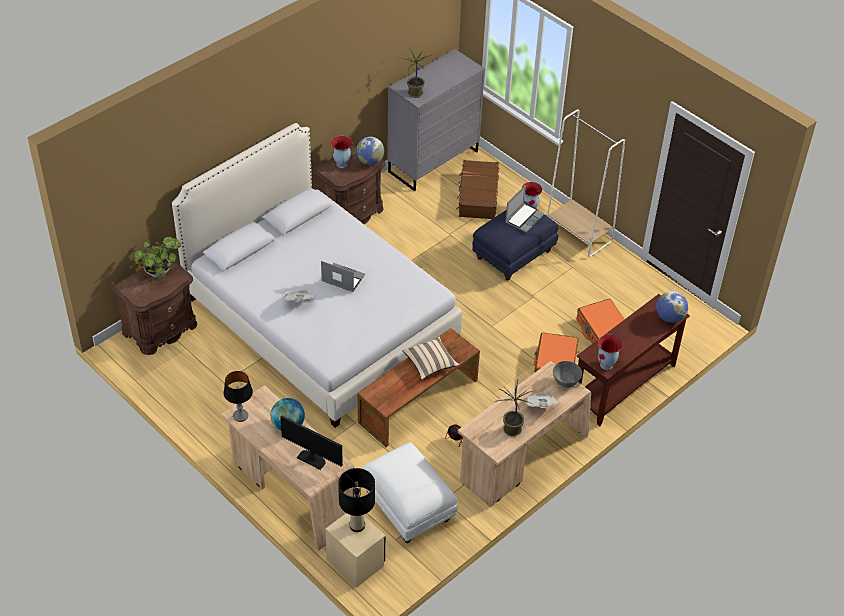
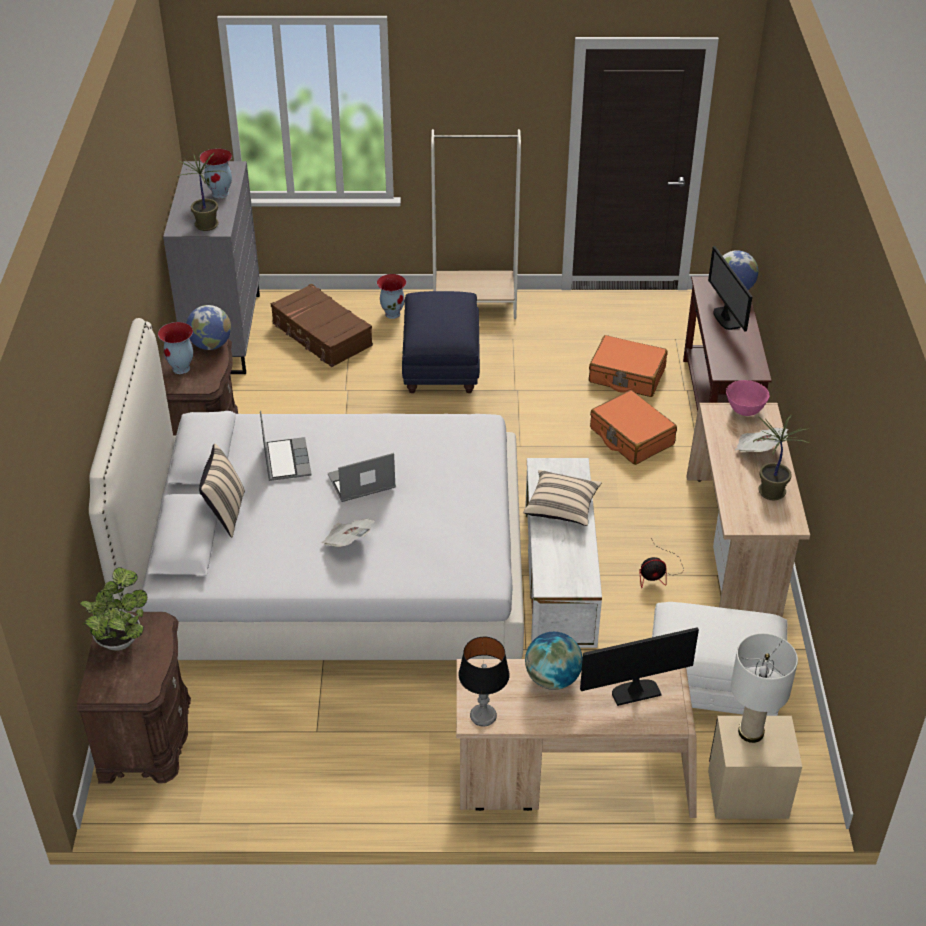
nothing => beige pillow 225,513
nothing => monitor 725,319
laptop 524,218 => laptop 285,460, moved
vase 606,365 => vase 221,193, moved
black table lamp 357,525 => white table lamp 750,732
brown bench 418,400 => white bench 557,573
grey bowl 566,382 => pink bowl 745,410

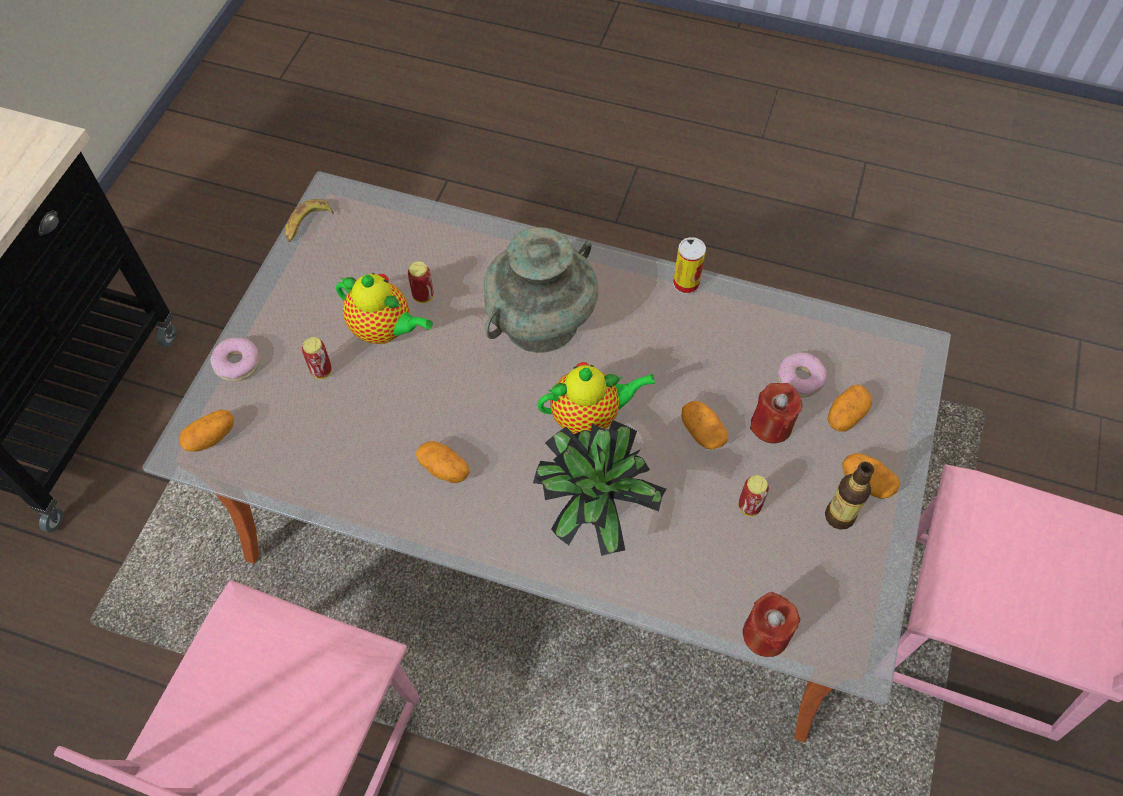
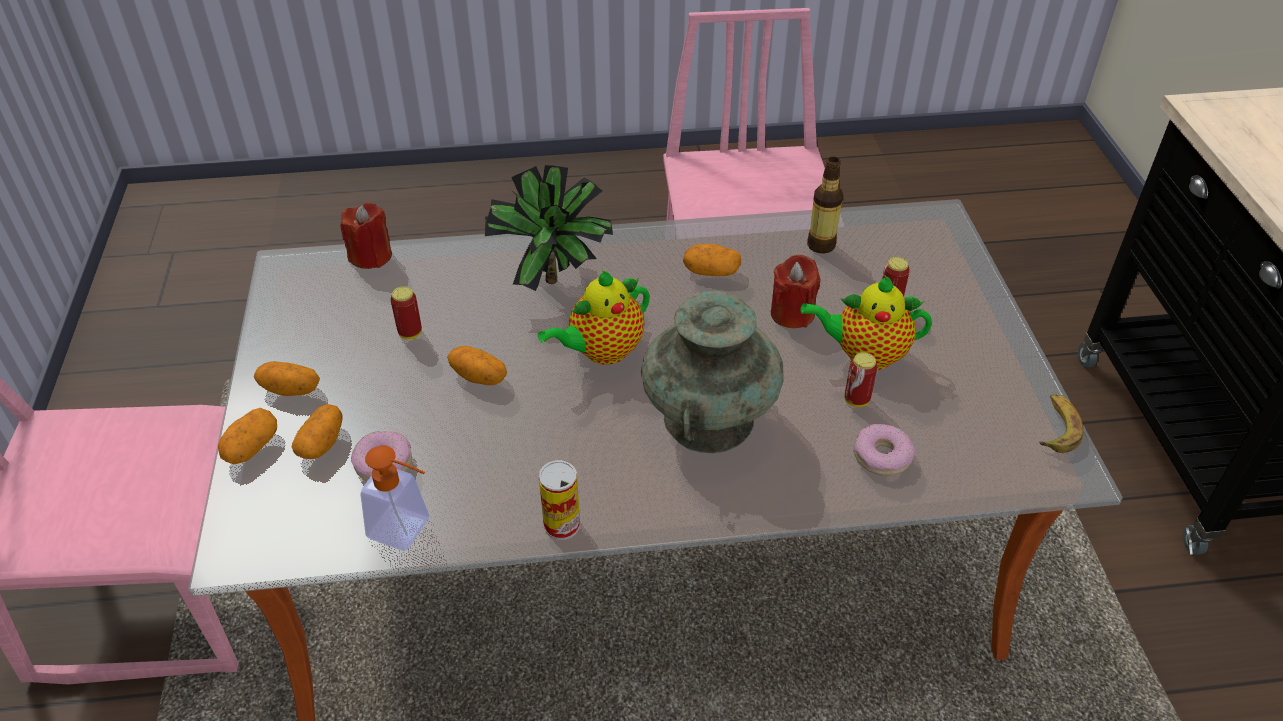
nothing => soap dispenser 408,532
potato 211,437 => potato 251,447, moved
donut 237,363 => donut 882,456, moved
red candle 771,425 => red candle 792,313, moved
bottle 839,516 => bottle 821,245, moved

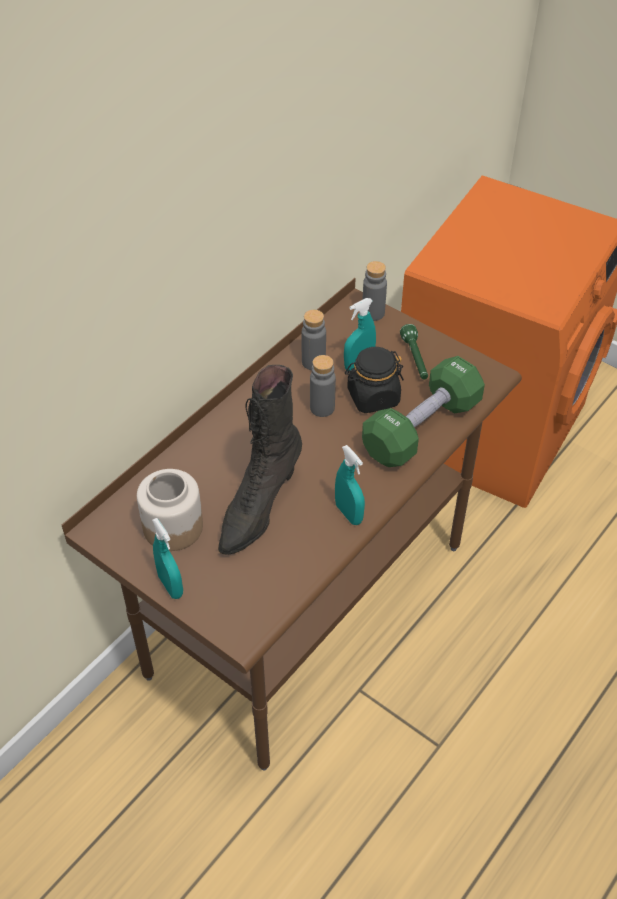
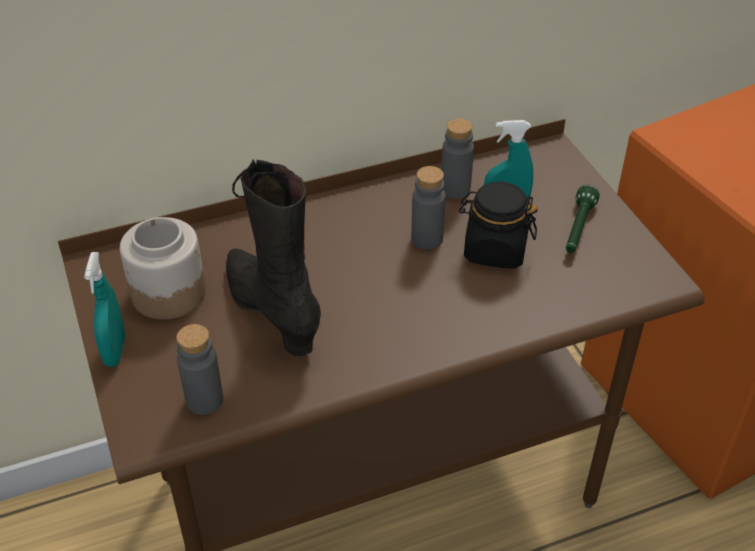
turquoise spray bottle 348,513 => nothing
green dumbbell 421,428 => nothing
grey bottle 373,313 => grey bottle 204,400, moved
black boot 258,507 => black boot 272,312, 90 degrees clockwise

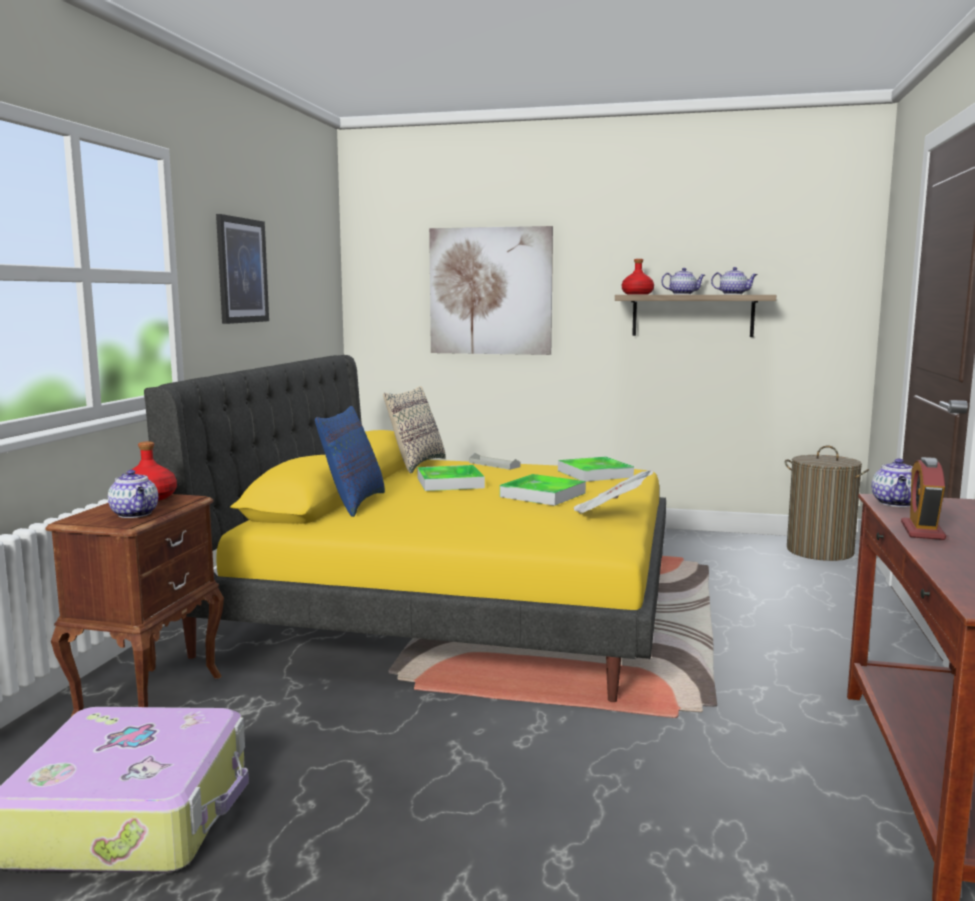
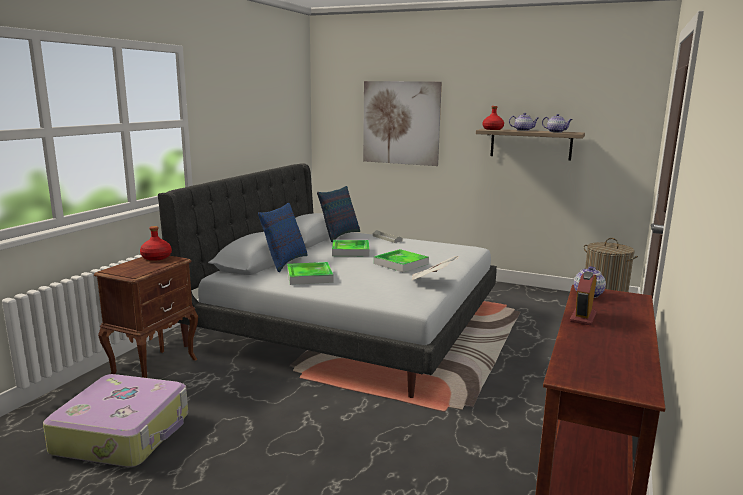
teapot 135,514 => nothing
picture 242,270 => nothing
tray 595,474 => tray 309,277, moved
yellow bed 452,600 => grey bed 347,322
beige pillow 417,465 => blue pillow 340,236

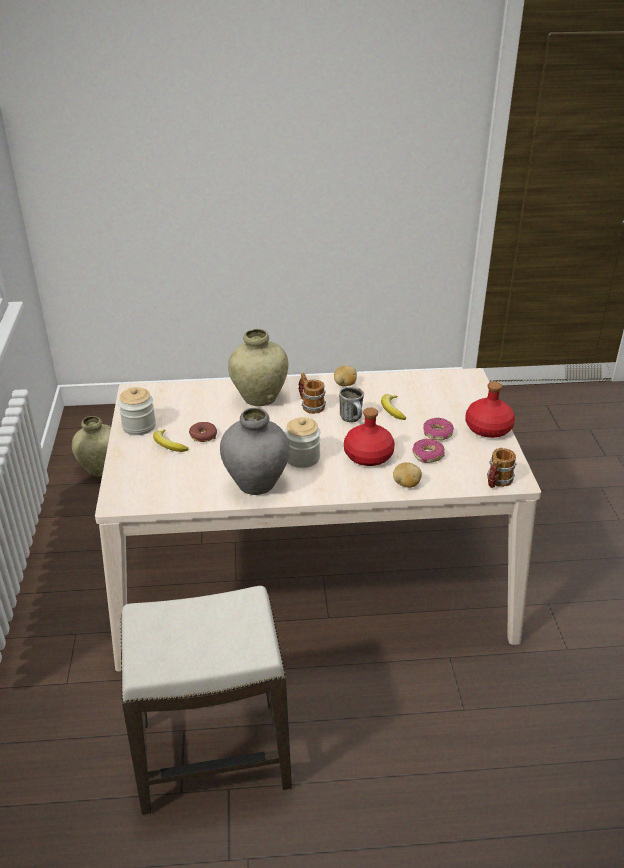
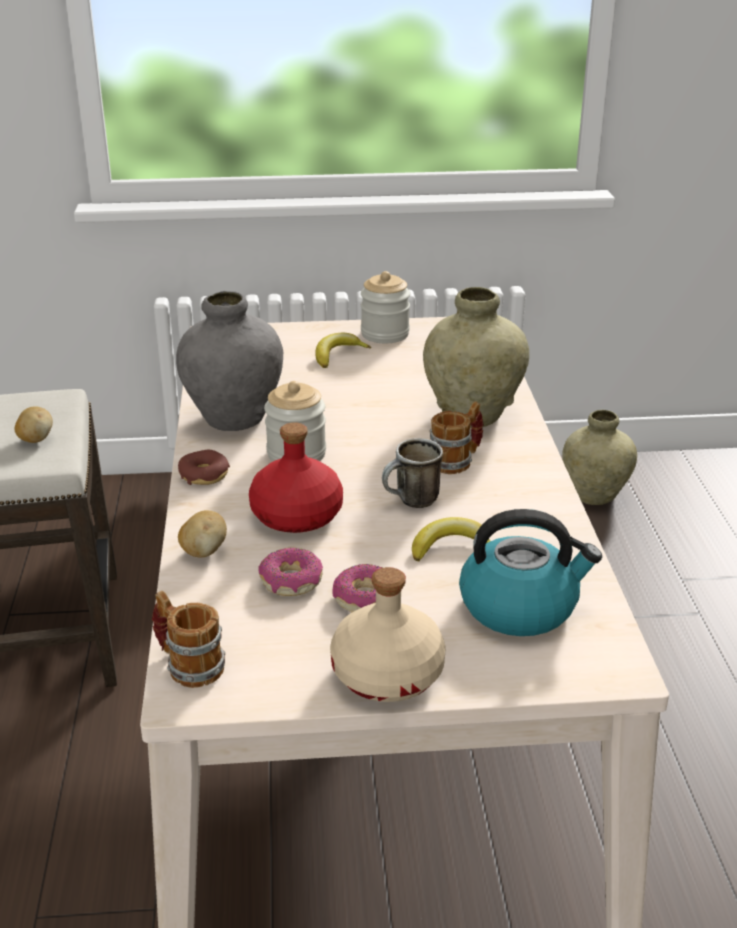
nothing => kettle 520,606
donut 203,436 => donut 204,475, moved
potato 345,384 => potato 36,439, moved
red bottle 488,428 => beige bottle 389,674

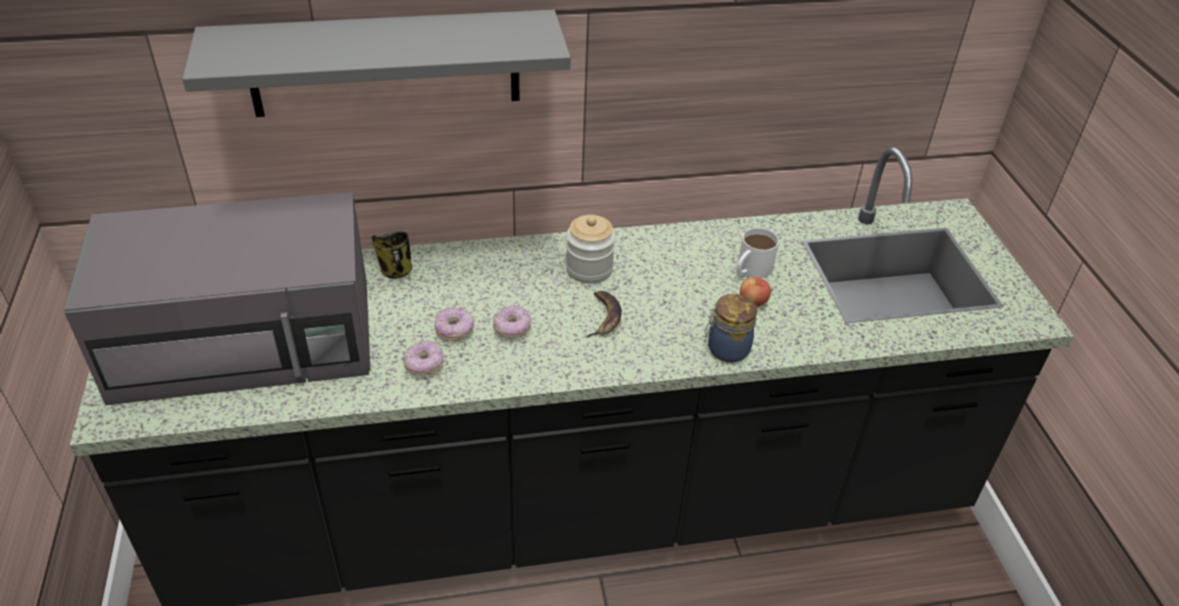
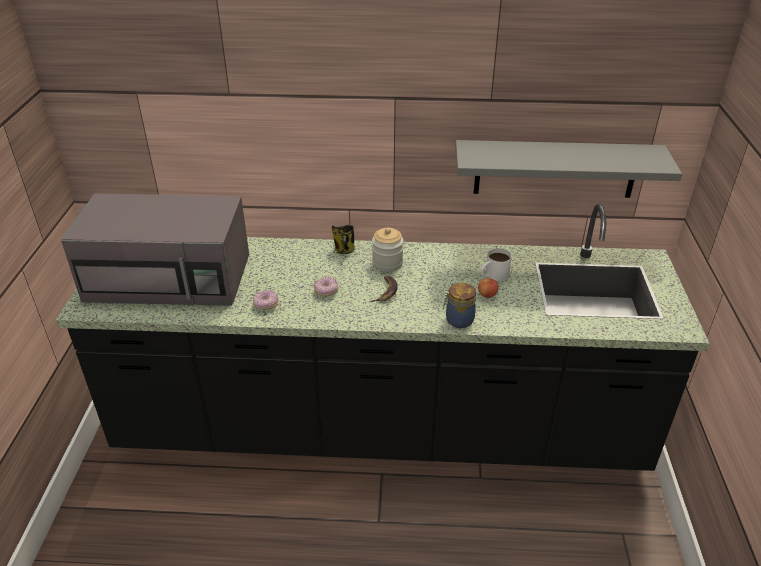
donut 454,331 => nothing
grey shelf 385,63 => grey shelf 555,169, moved
mug 397,271 => mug 344,250, moved

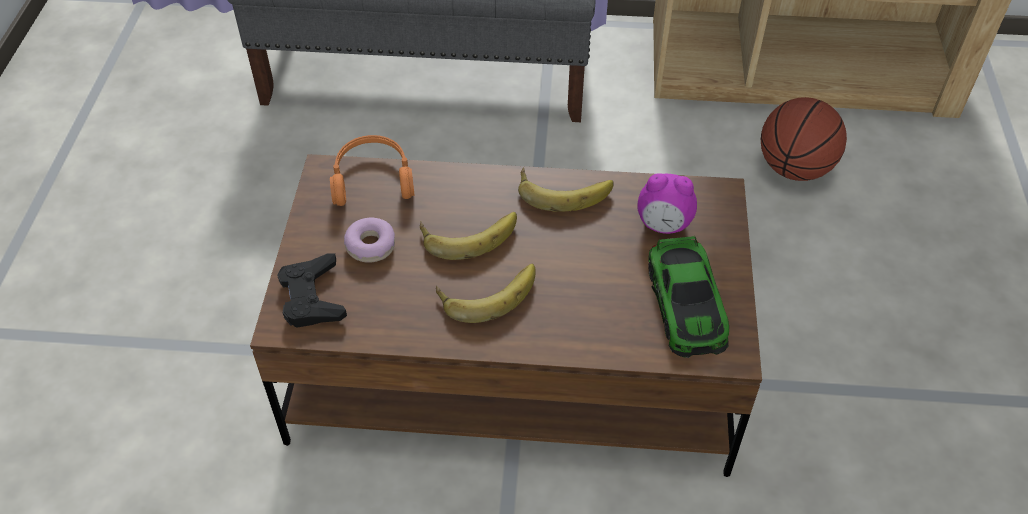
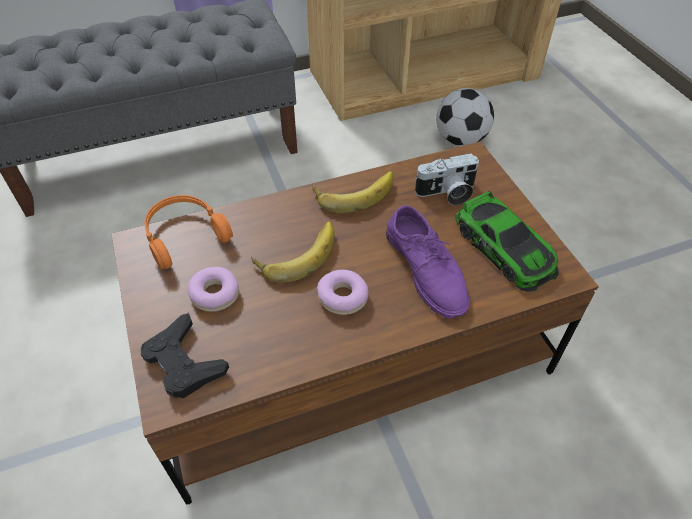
nothing => purple shoe 426,269
banana 487,292 => donut 342,297
alarm clock 663,225 => photo camera 447,193
basketball 794,168 => football 460,139

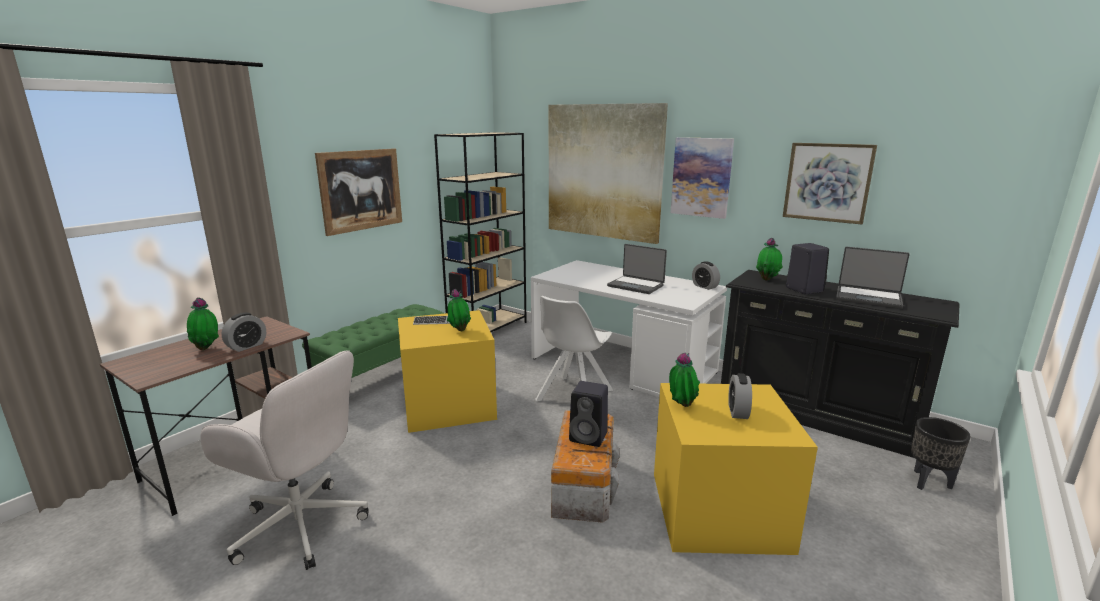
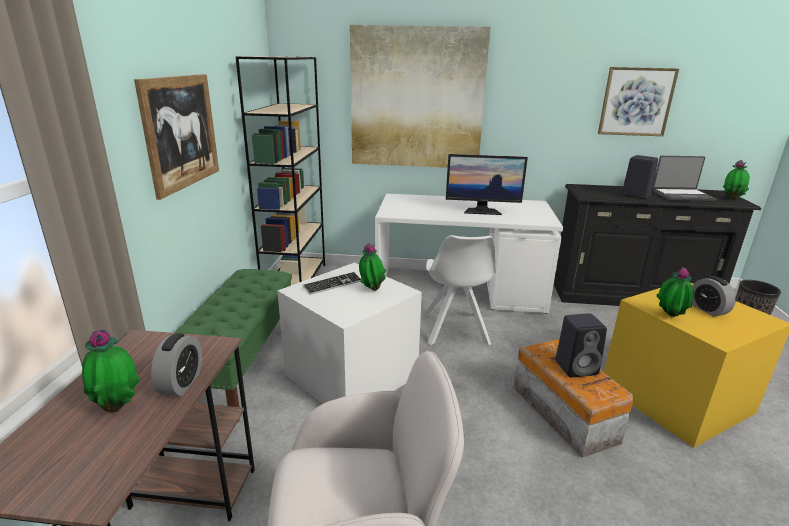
picture 701,177 => nothing
alarm clock 704,286 => nothing
potted plant 767,279 => potted plant 731,199, moved
laptop 636,285 => monitor 482,211
yellow storage box 449,404 => white storage box 351,373

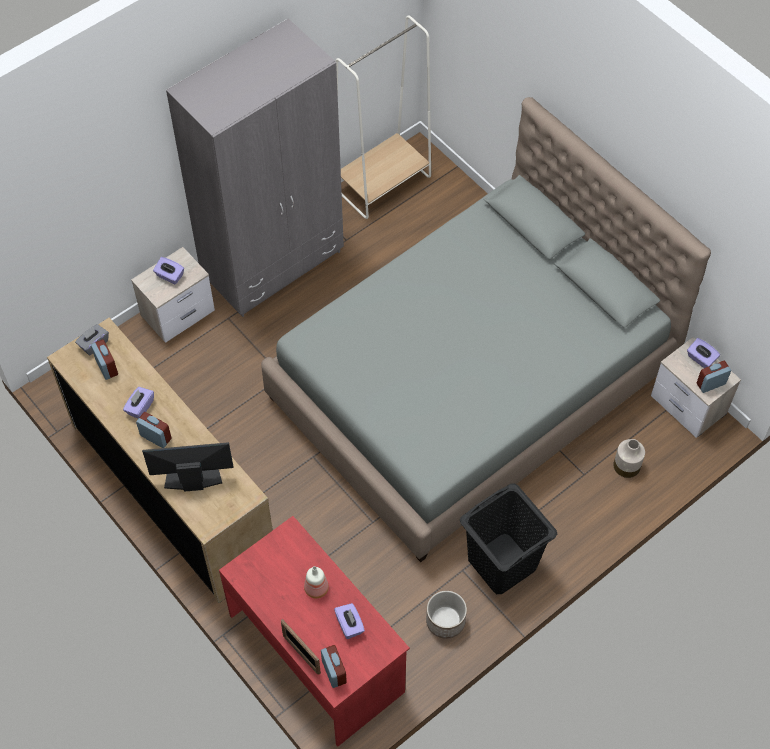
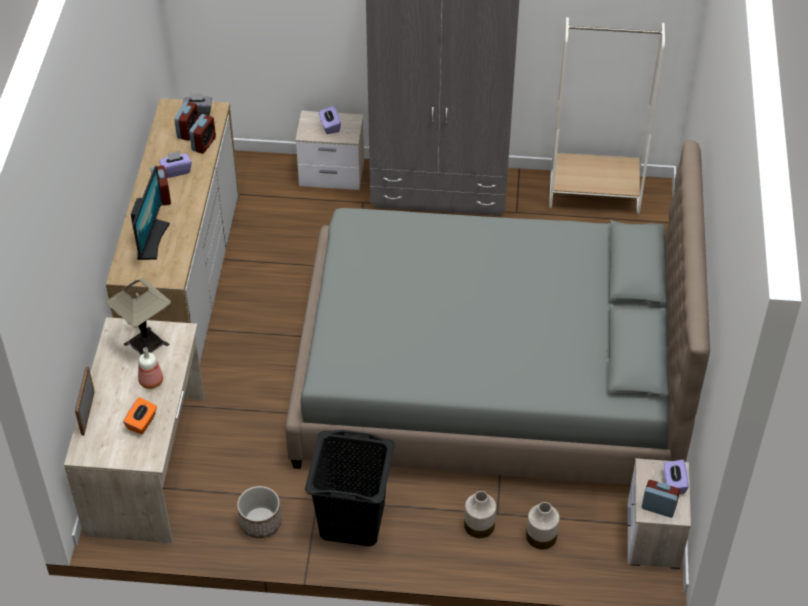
nothing => table lamp 146,344
nothing => beige vase 479,525
alarm clock 334,672 => alarm clock 204,144, moved
red desk 317,652 => beige desk 148,464
purple tissue box 349,625 => orange tissue box 142,423
monitor 193,480 => monitor 151,240, 60 degrees clockwise

